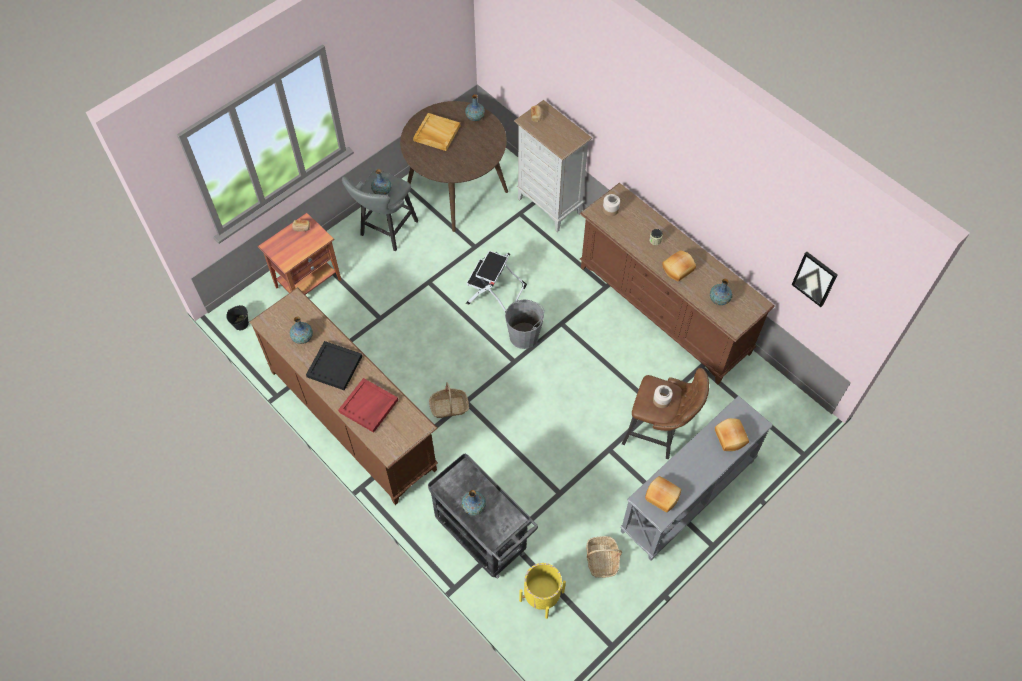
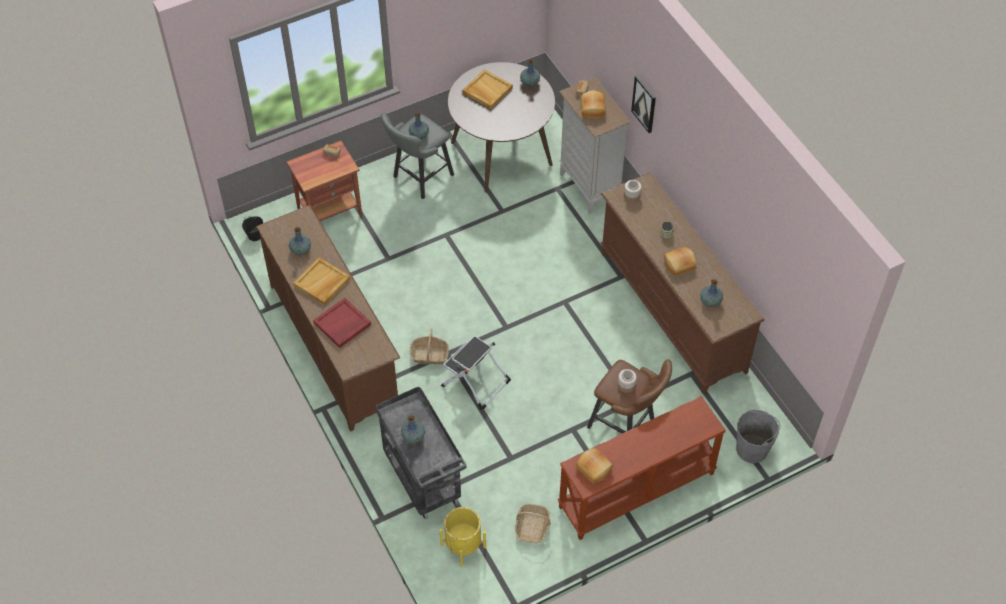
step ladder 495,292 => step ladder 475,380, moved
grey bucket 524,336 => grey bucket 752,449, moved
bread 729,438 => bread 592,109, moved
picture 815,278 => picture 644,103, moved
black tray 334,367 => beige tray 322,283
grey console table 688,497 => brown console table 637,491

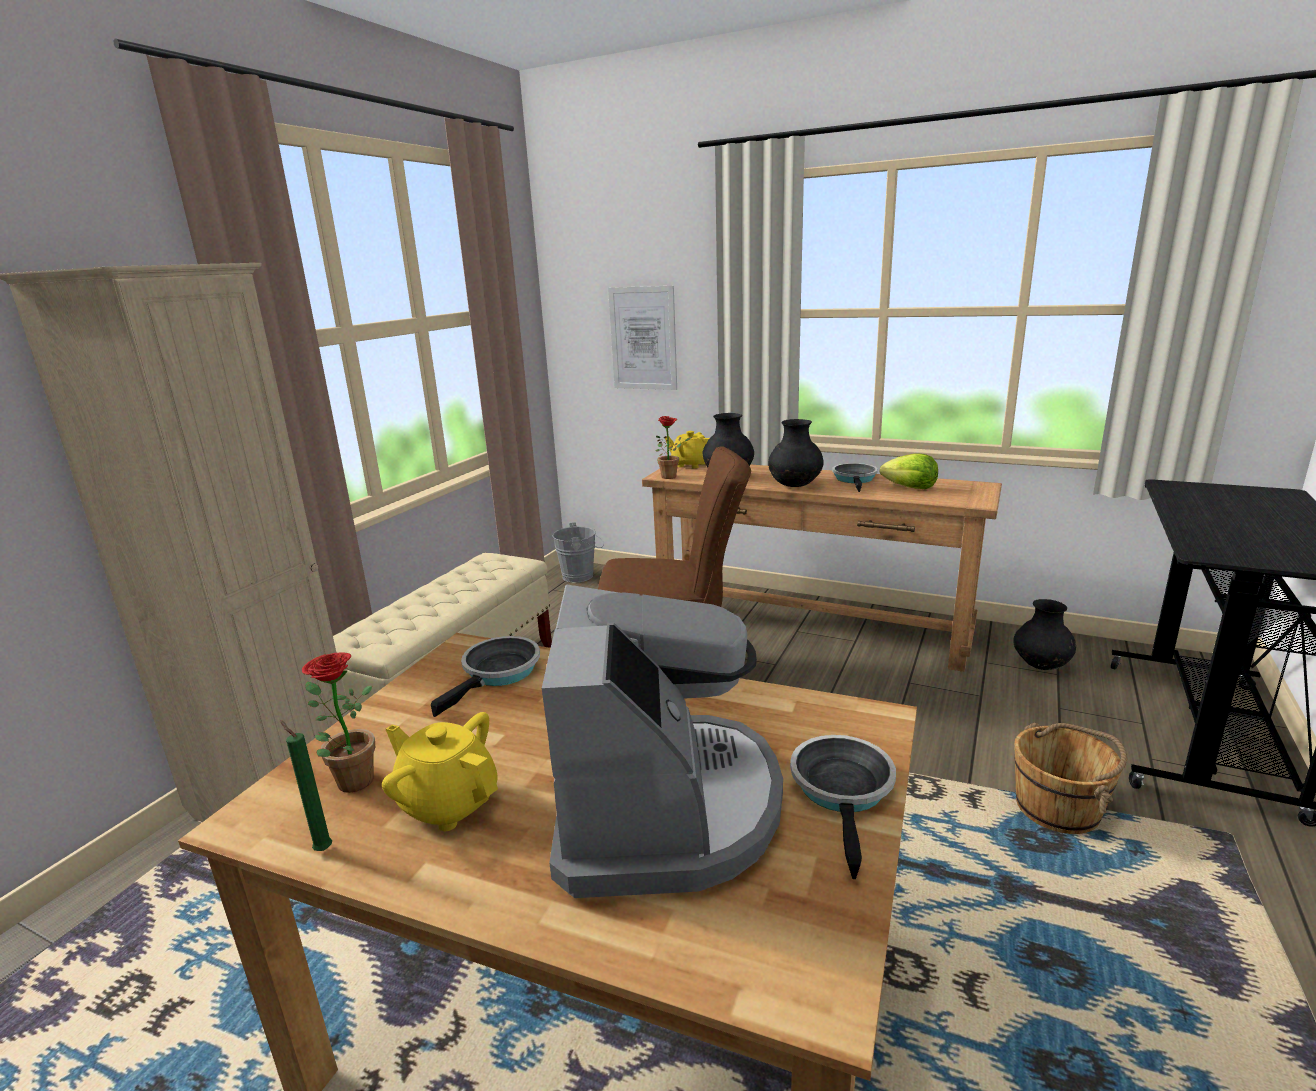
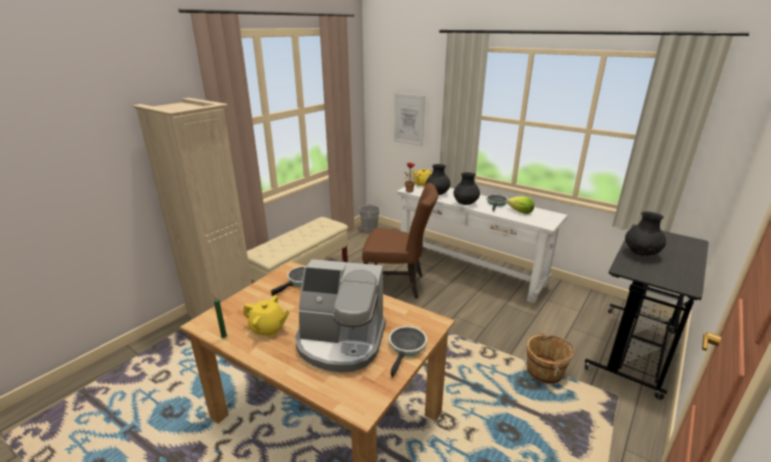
potted plant 349,780 => nothing
black vase 1041,666 => black vase 641,254, moved
brown console table 809,626 => white console table 469,269
yellow teapot 448,803 => yellow teapot 268,329, 150 degrees clockwise
coffee machine 664,806 => coffee machine 341,342, 90 degrees clockwise

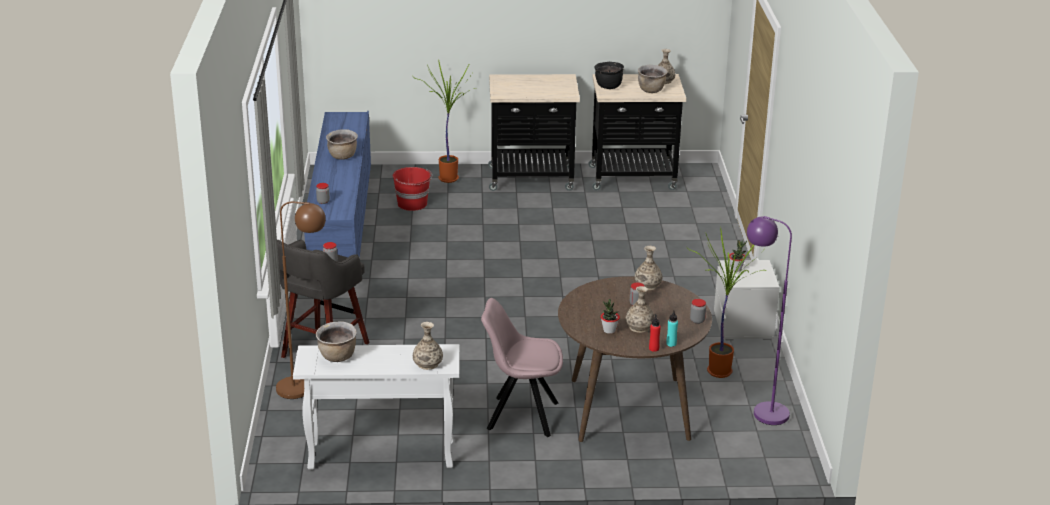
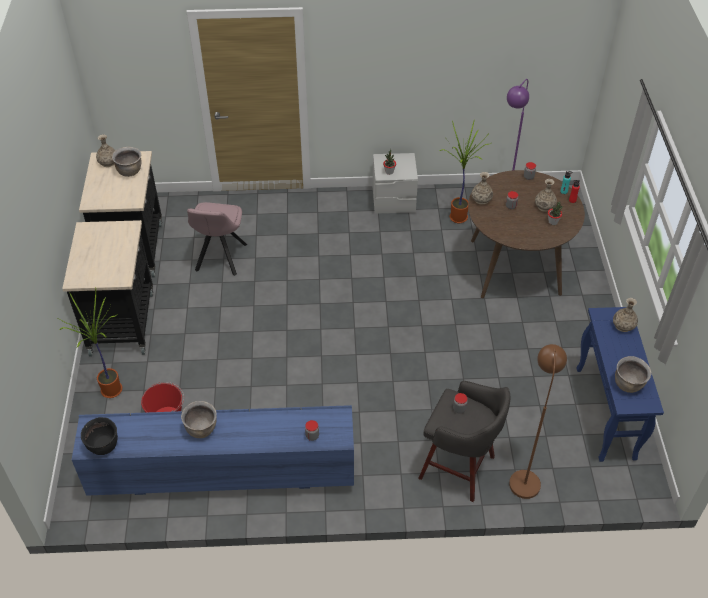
pink chair 522,416 => pink chair 220,257, moved
black cooking pot 608,86 => black cooking pot 103,446, moved
white console table 380,455 => blue console table 606,414

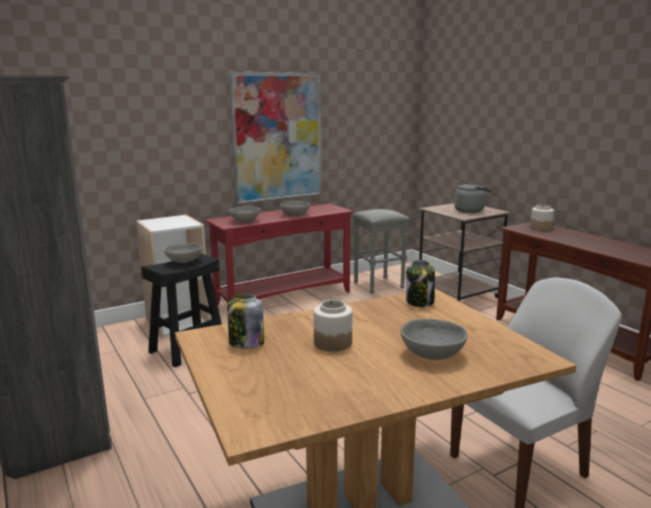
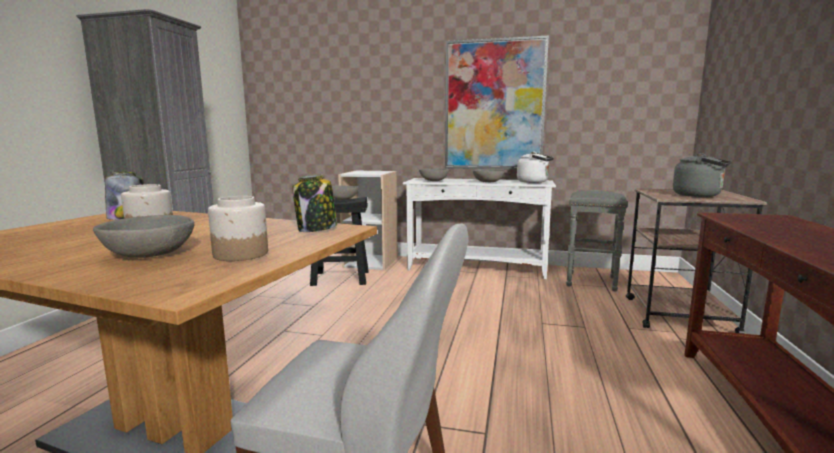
nothing => white kettle 534,182
jar 540,228 => jar 241,254, moved
red console table 284,298 => white console table 477,268

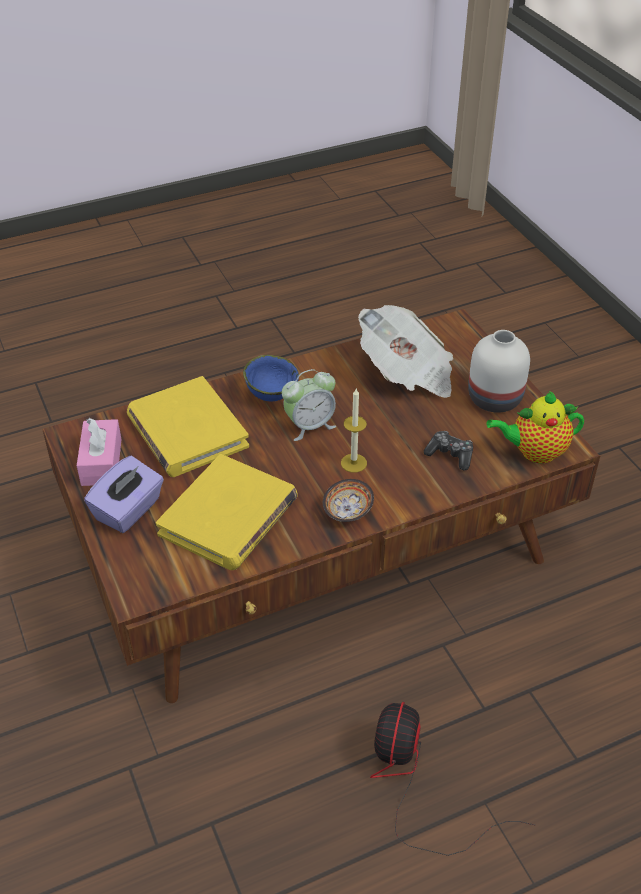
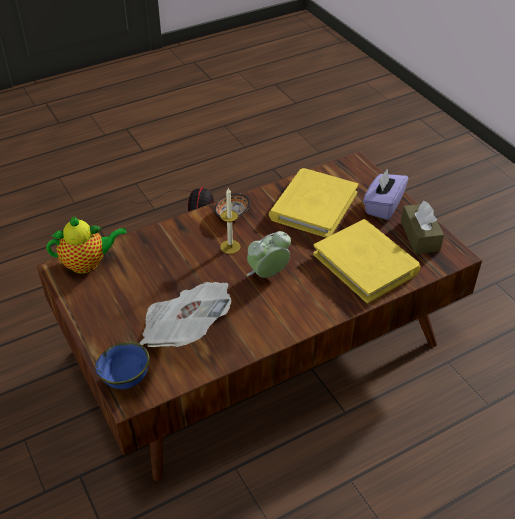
game controller 450,455 => nothing
white vase 496,398 => nothing
blue bowl 271,395 => blue bowl 126,381, moved
pink tissue box 101,462 => brown tissue box 419,236

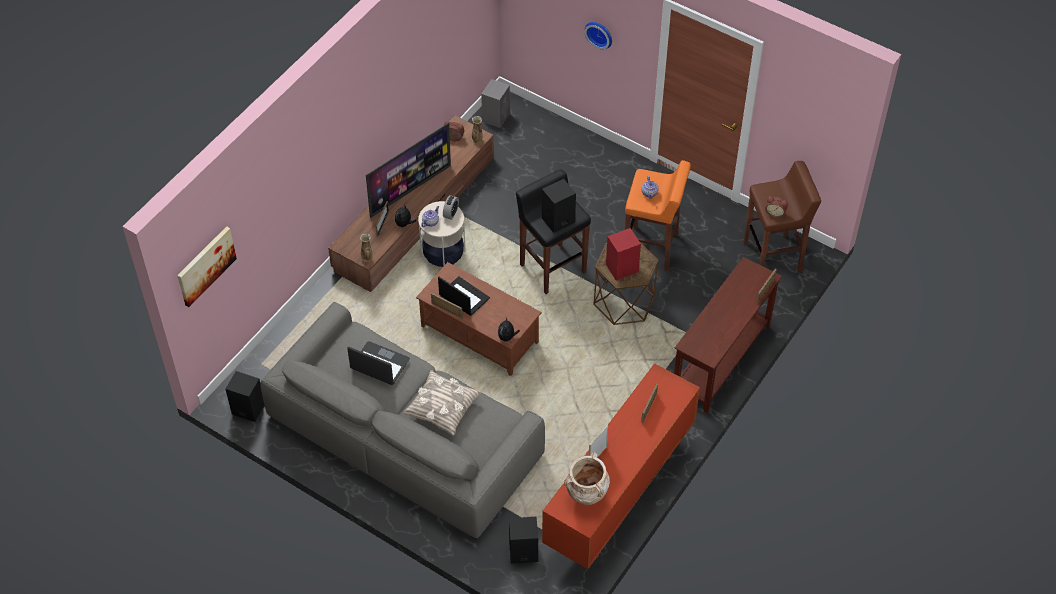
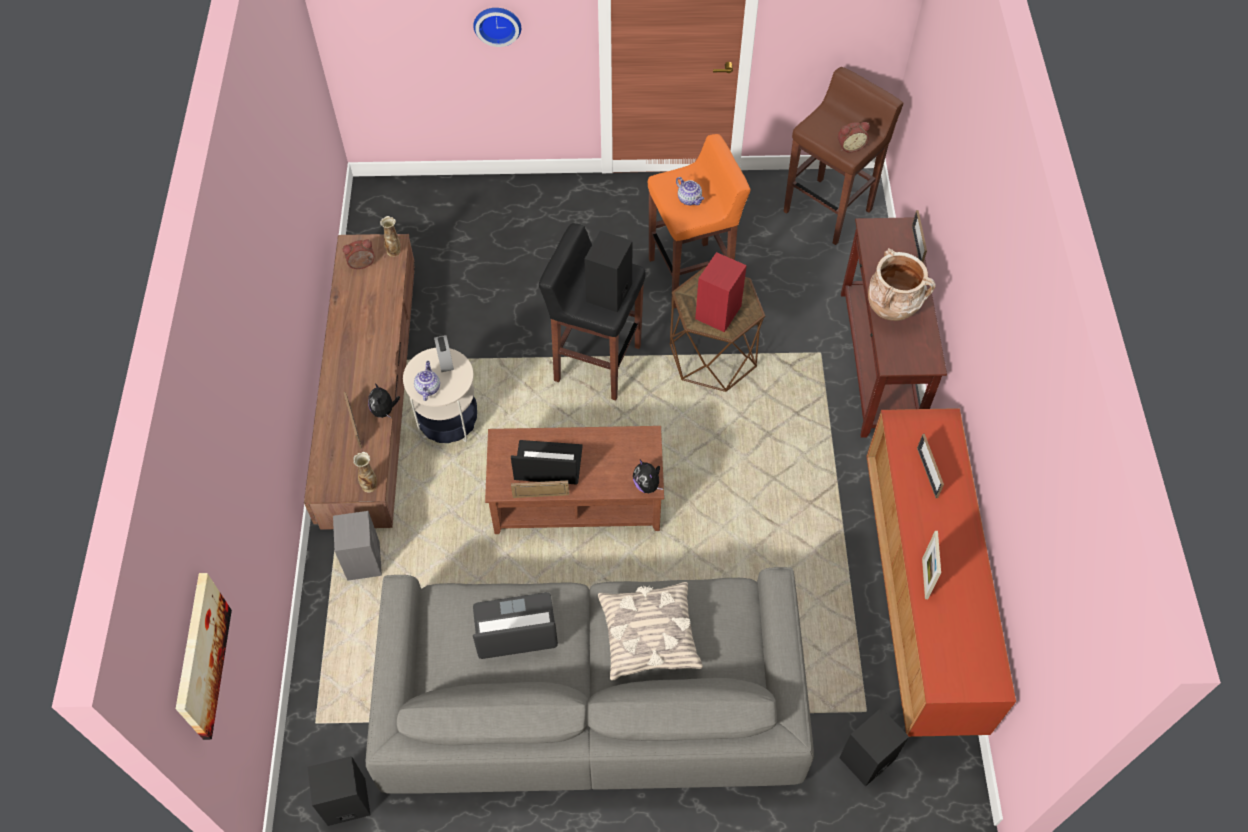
television 410,190 => nothing
grey speaker 496,116 => grey speaker 363,560, moved
beige vase 587,497 => beige vase 891,313, moved

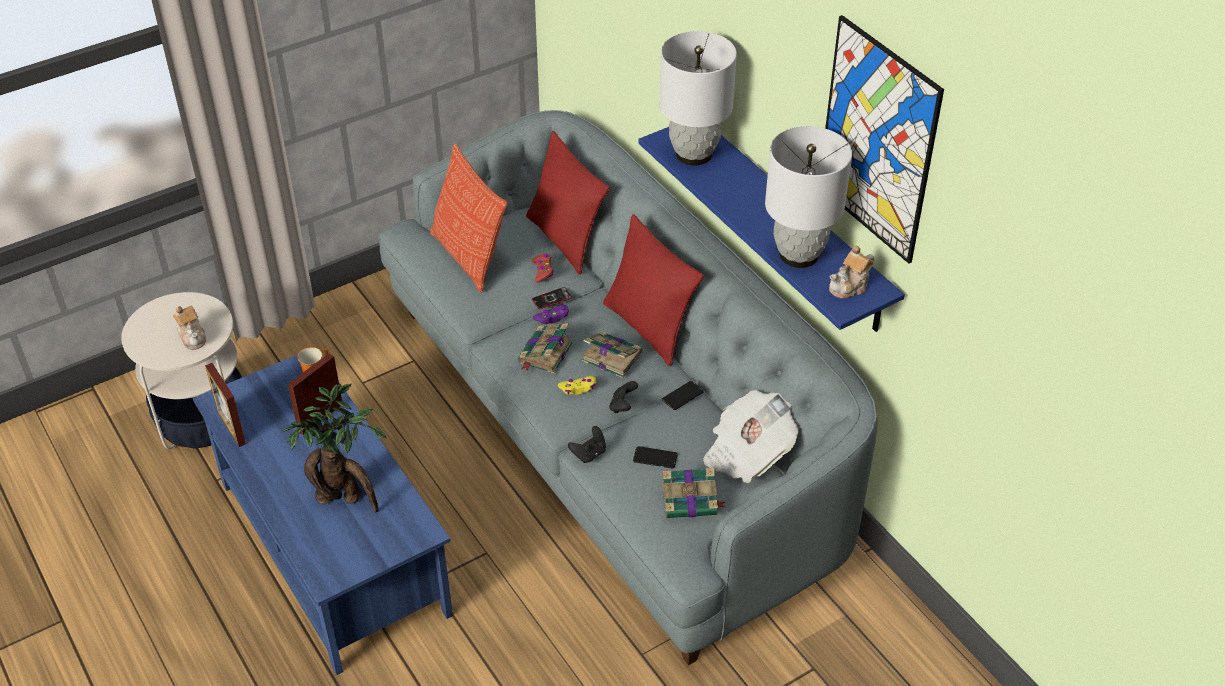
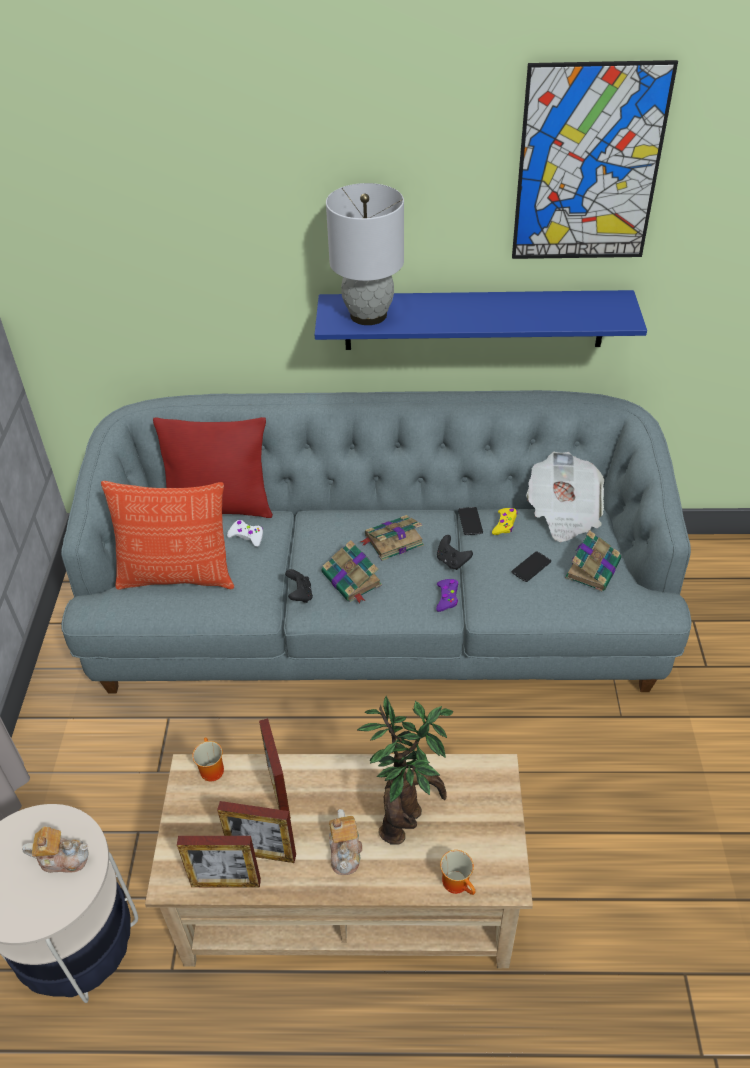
phone 552,299 => nothing
red pillow 648,328 => nothing
white table lamp 799,255 => nothing
nothing => picture frame 262,853
nothing => mug 459,883
purple game controller 552,317 => purple game controller 447,598, moved
yellow game controller 578,388 => yellow game controller 504,524, moved
black game controller 589,454 => black game controller 300,595, moved
teapot 850,286 => teapot 345,851, moved
blue coffee table 334,548 => beige coffee table 348,895
red game controller 543,270 => white game controller 247,536

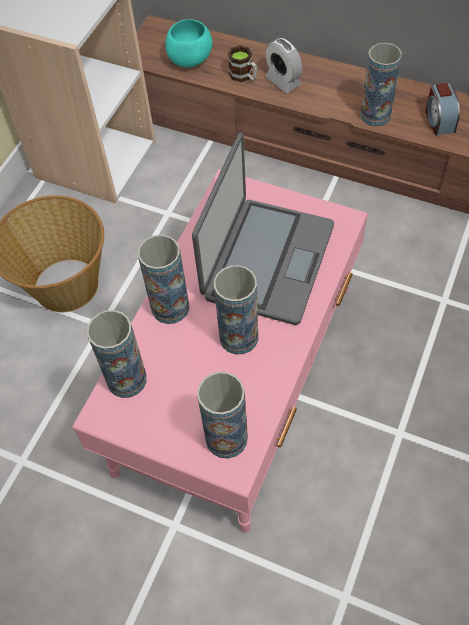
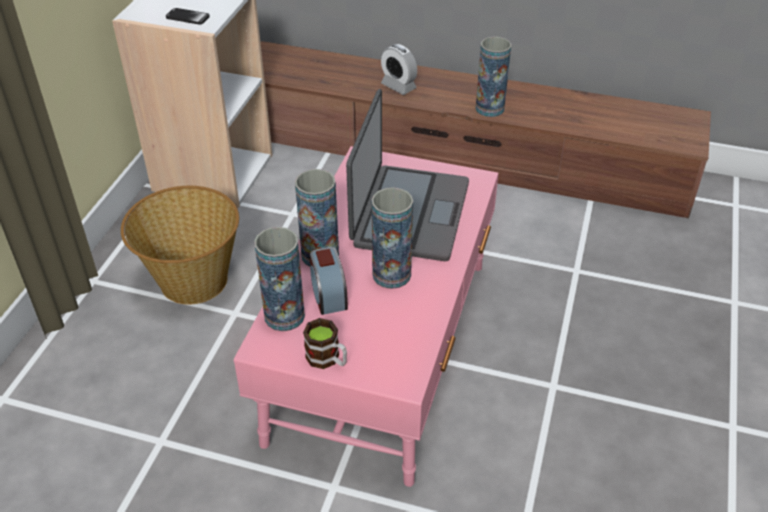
turquoise bowl 191,60 => nothing
vase 226,438 => nothing
nothing => phone 188,17
mug 244,76 => mug 328,359, moved
alarm clock 439,120 => alarm clock 328,295, moved

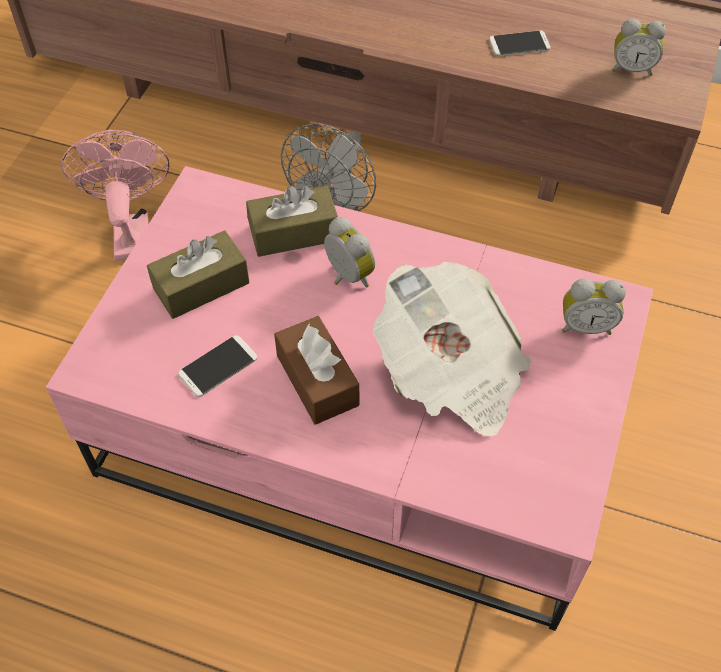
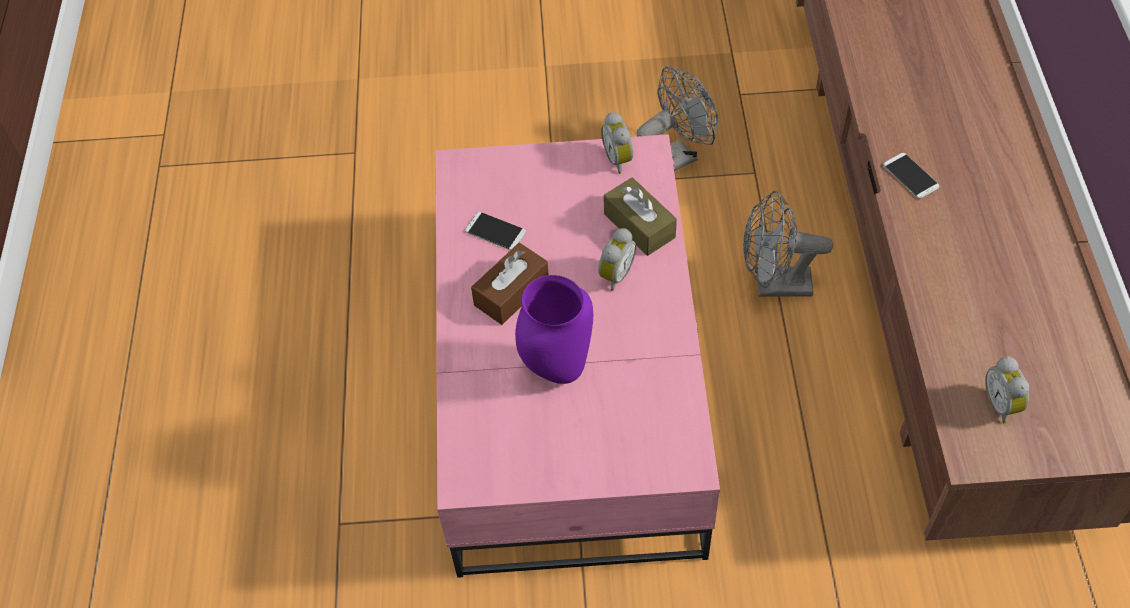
brown tissue box 201,286 => nothing
phone 519,44 => phone 910,176, moved
alarm clock 585,325 => alarm clock 619,159, moved
newspaper 451,372 => purple vase 559,371
pink fan 131,230 => grey fan 675,157

